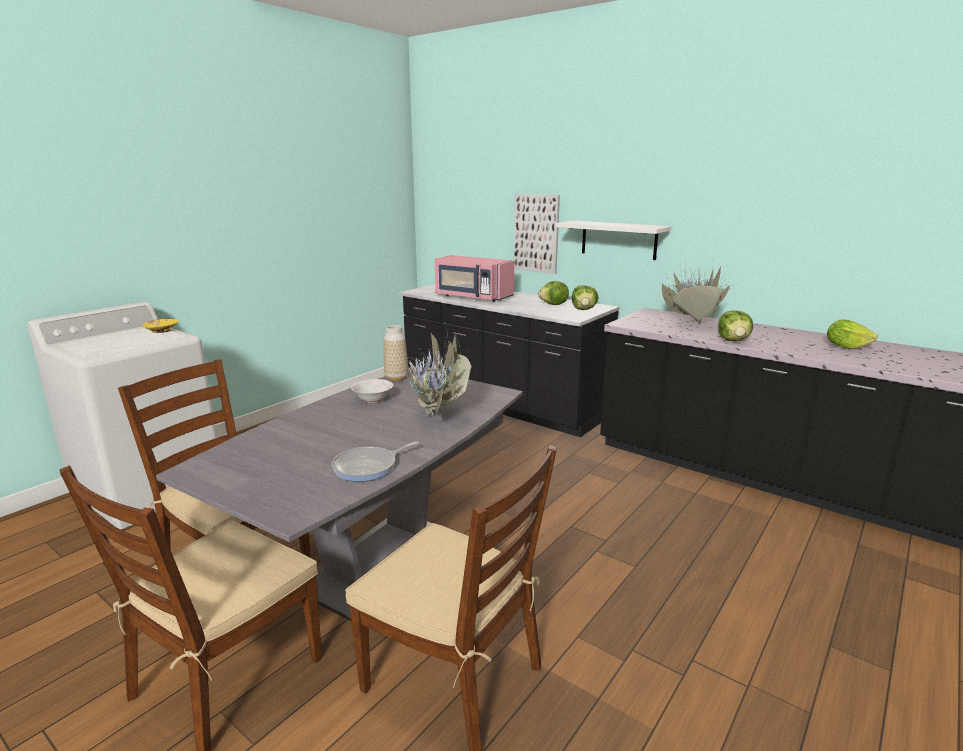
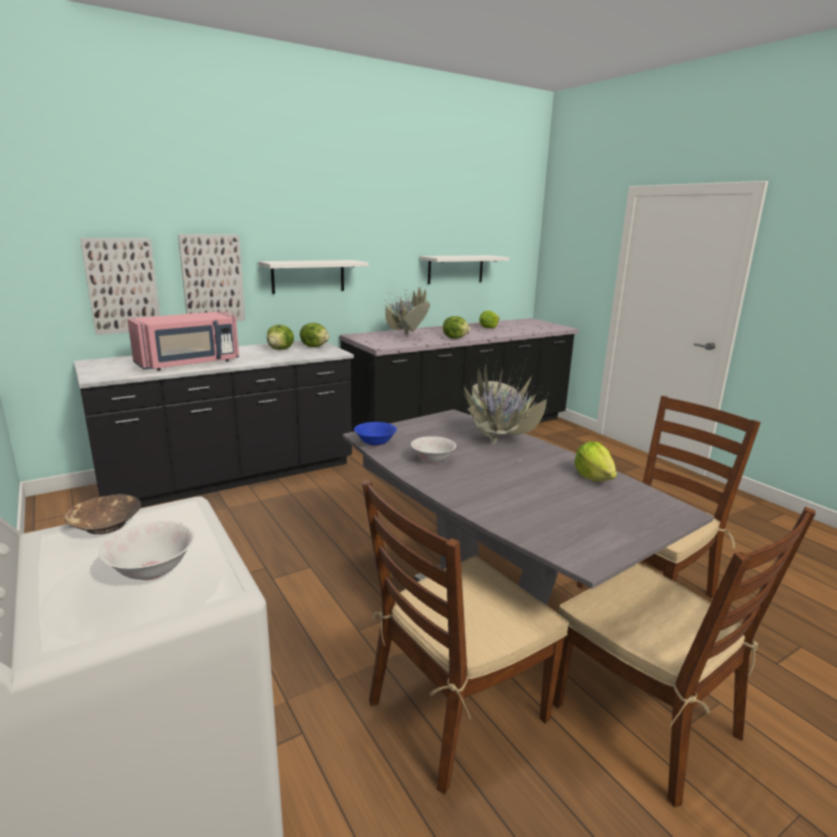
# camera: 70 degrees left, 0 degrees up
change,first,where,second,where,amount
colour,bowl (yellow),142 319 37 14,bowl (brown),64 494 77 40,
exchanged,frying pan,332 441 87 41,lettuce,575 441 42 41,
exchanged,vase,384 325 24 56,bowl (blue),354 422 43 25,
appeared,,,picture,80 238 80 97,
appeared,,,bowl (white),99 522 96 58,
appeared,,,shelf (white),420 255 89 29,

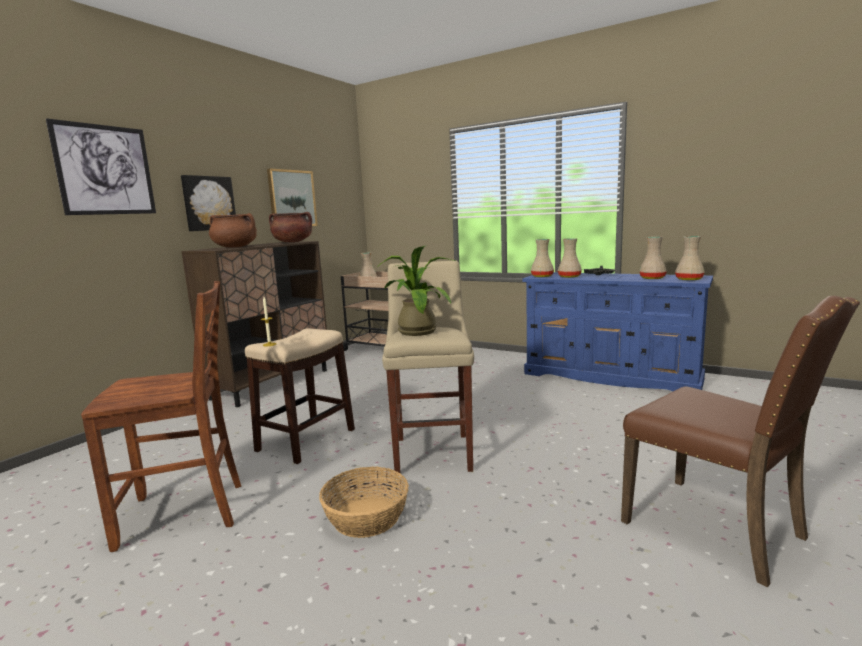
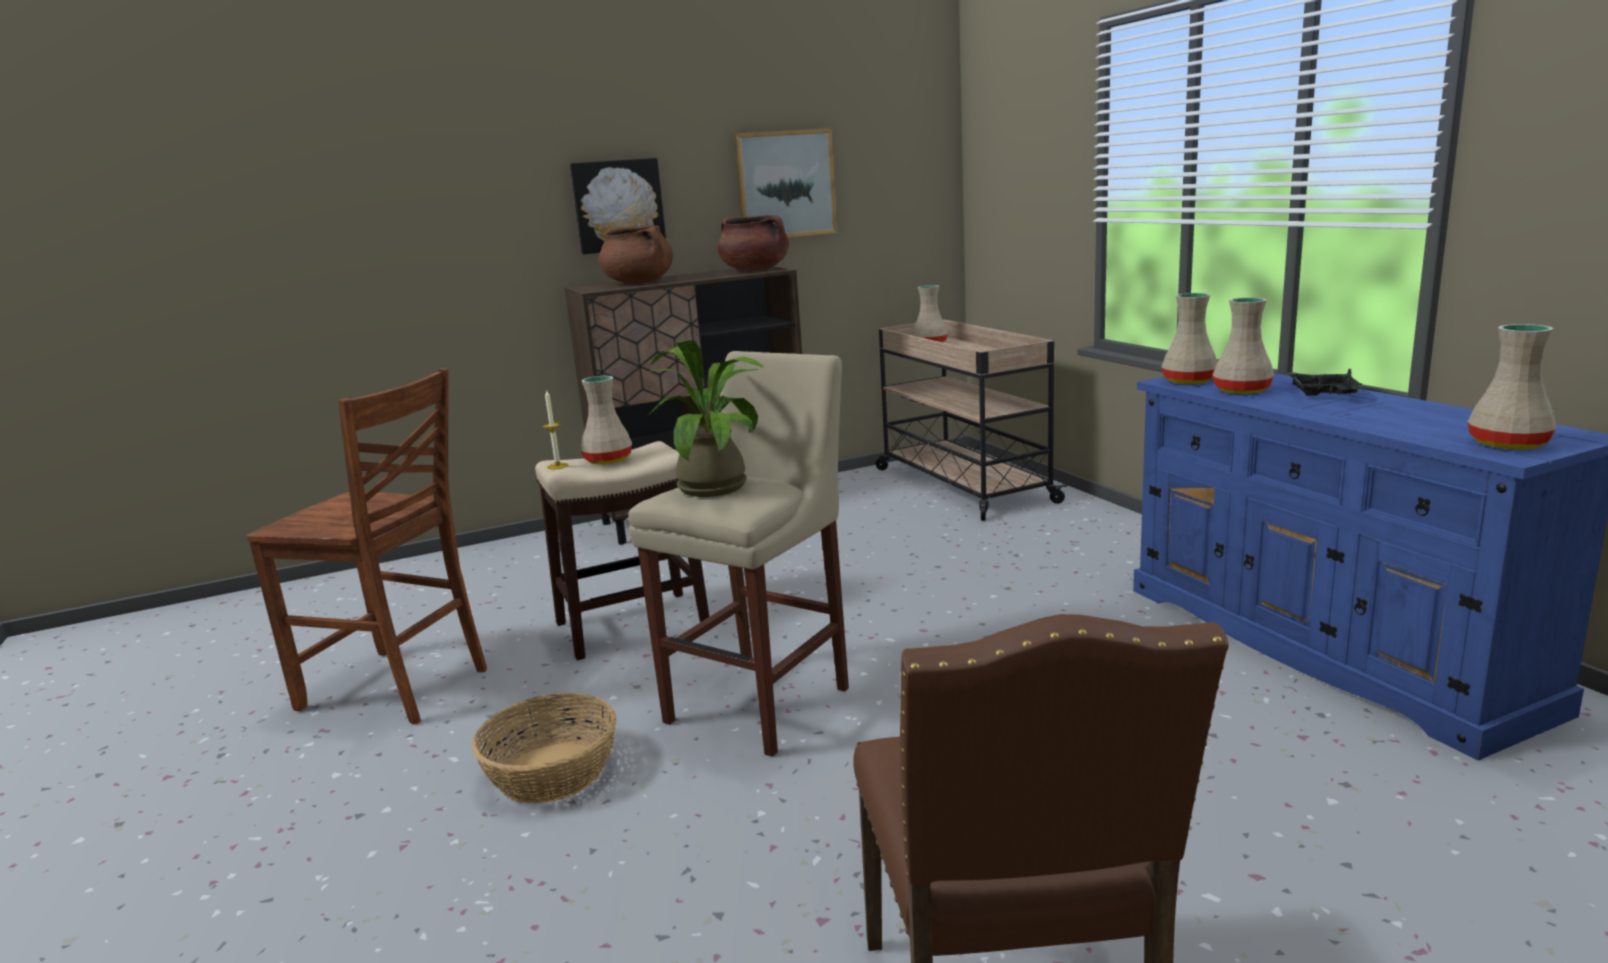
# camera: 35 degrees right, 5 degrees up
change,first,where,second,where,amount
missing,picture,46 119 110 96,,,
relocated,vase (beige),639 237 28 42,,581 376 51 88,

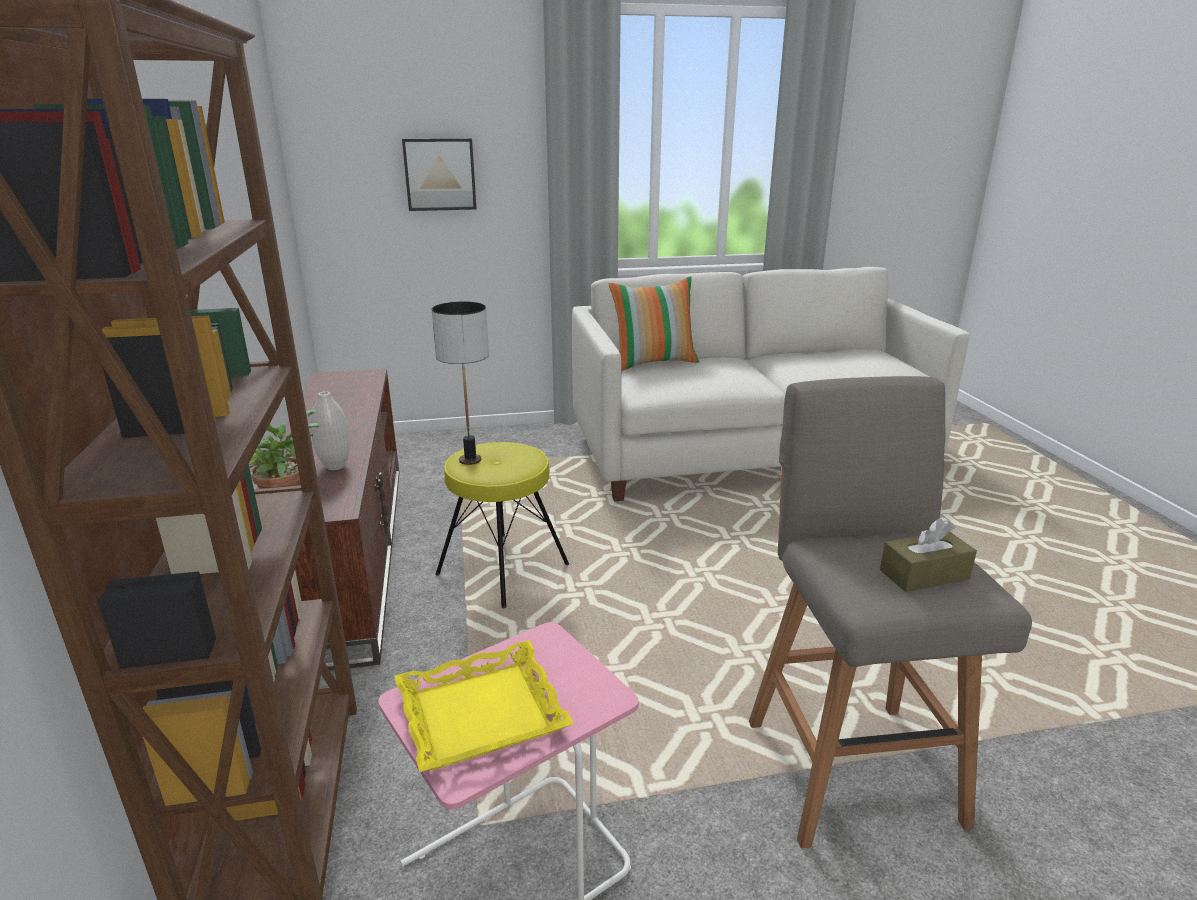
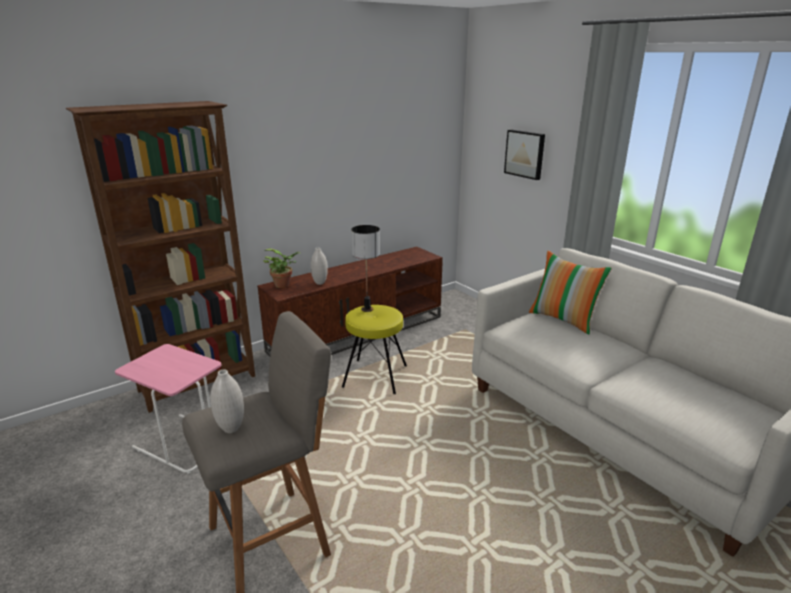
# camera: 65 degrees right, 0 degrees up
change,first,where,second,where,amount
missing,tray (yellow),394 640 180 132,,,
exchanged,tissue box (brown),880 519 97 73,vase (white),211 369 33 64,

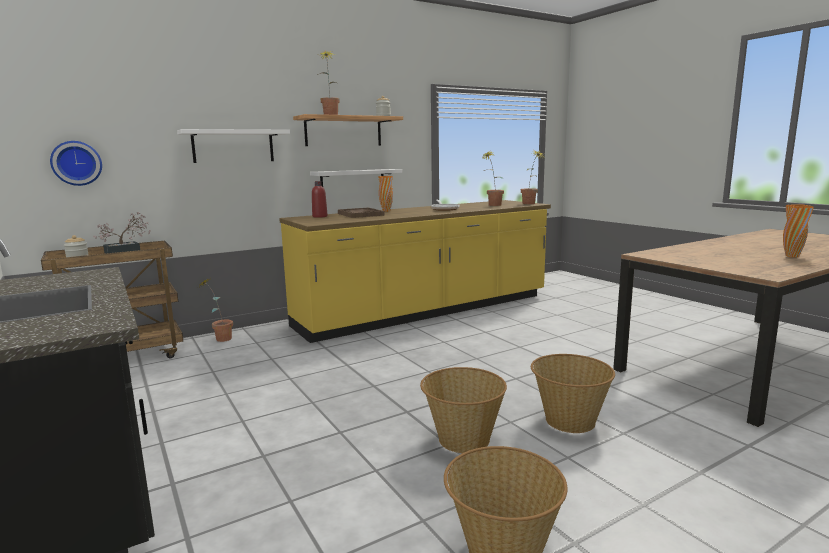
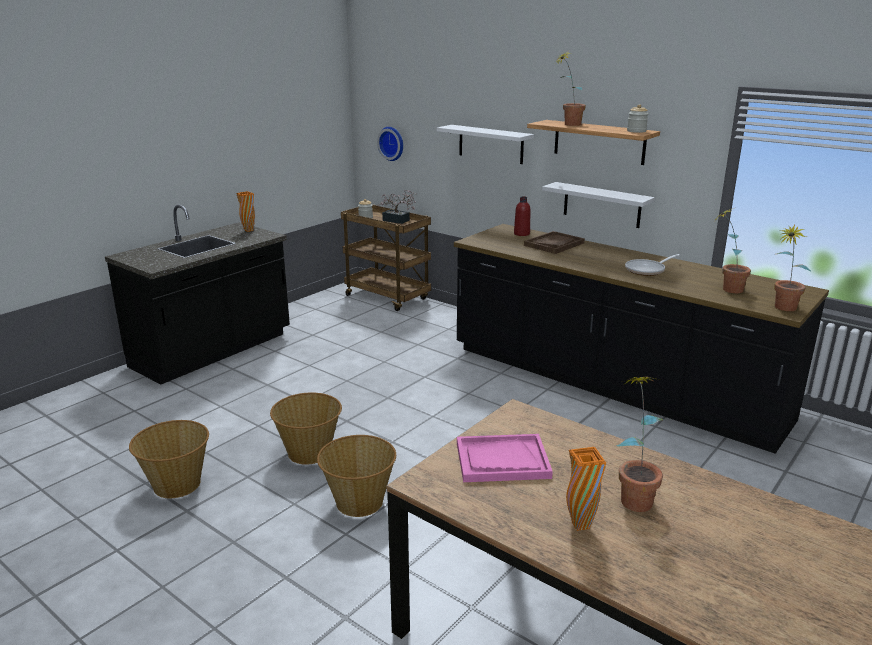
# camera: 70 degrees right, 10 degrees up
change,first,where,second,where,amount
relocated,potted plant,198 278 35 64,,616 377 48 135,
colour,counter (yellow),279 200 272 143,counter (black),454 224 375 230,
relocated,vase (orange),378 176 15 36,,237 191 18 41,
appeared,,,tray (pink),457 434 96 48,

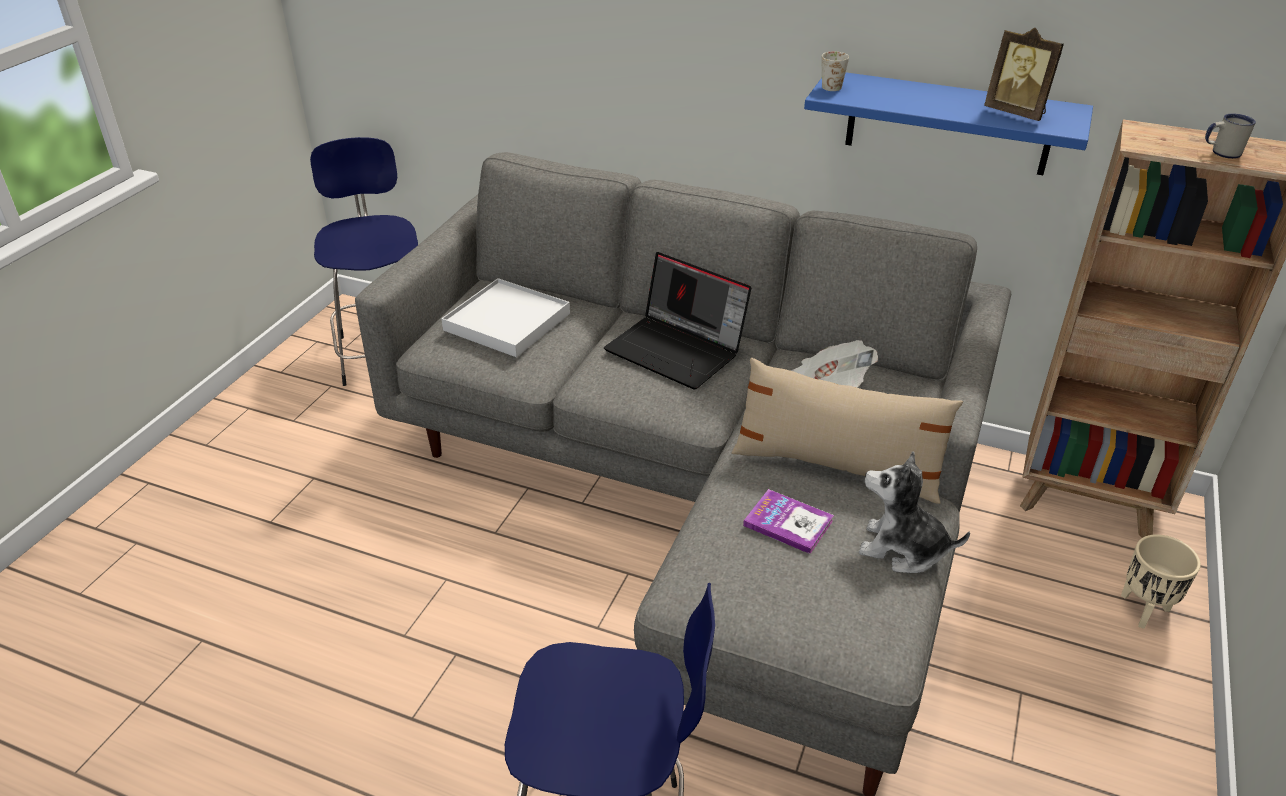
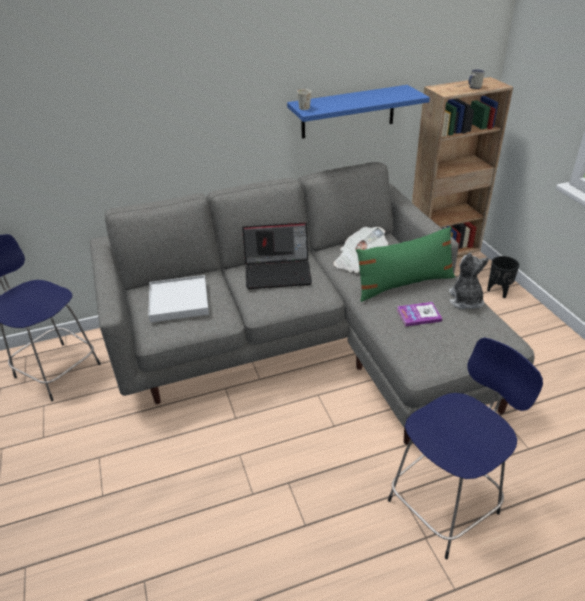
# camera: 40 degrees left, 0 degrees up
change,first,where,second,where,amount
colour,pillow (beige),732 358 231 146,pillow (green),356 226 99 76,
spun,plush toy,859 452 111 121,,449 252 40 57,105 degrees clockwise
missing,picture frame,984 28 80 93,,,
colour,planter (beige),1121 535 80 94,planter (black),487 256 32 42,

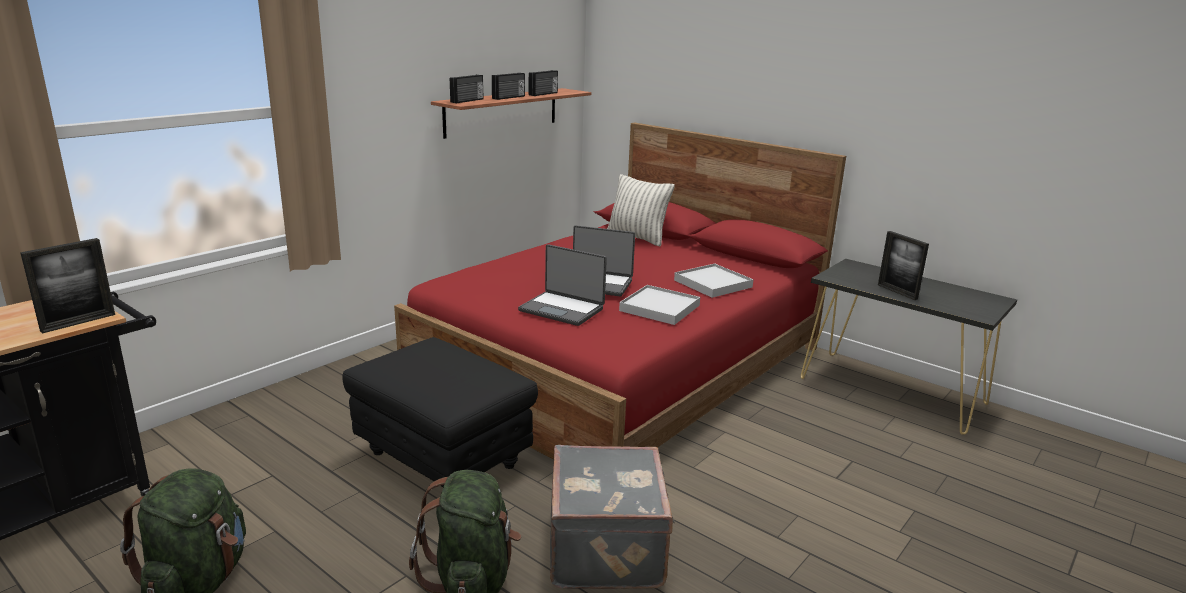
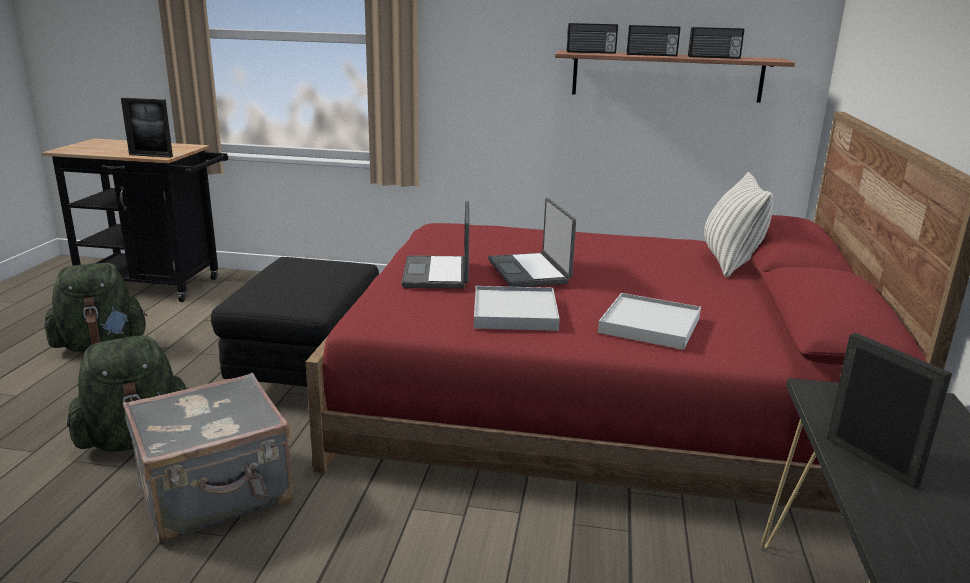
# camera: 60 degrees right, 0 degrees up
change,first,where,second,where,amount
spun,picture frame,878 231 51 69,,827 333 125 156,120 degrees clockwise

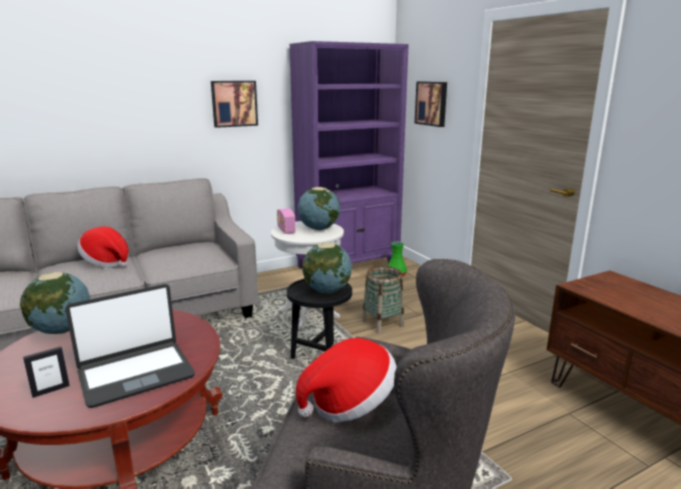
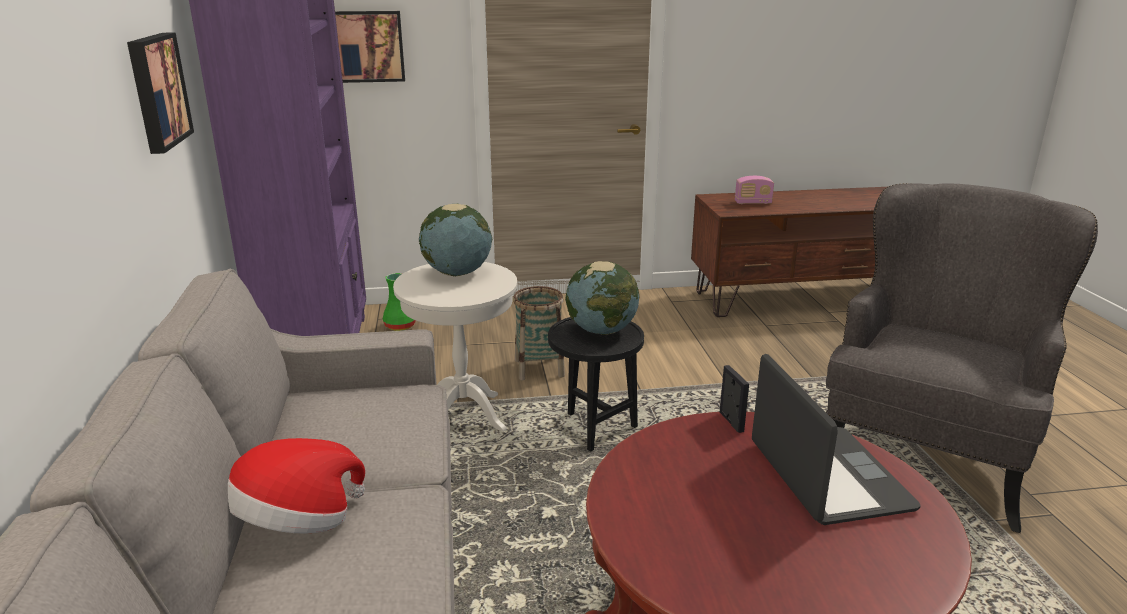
# camera: 70 degrees left, 5 degrees up
change,first,where,second,where,amount
missing,globe,20 272 70 62,,,
relocated,picture frame,23 347 47 51,,720 365 29 68,
relocated,radio,277 208 19 26,,735 176 39 28,
missing,hat,296 338 101 84,,,

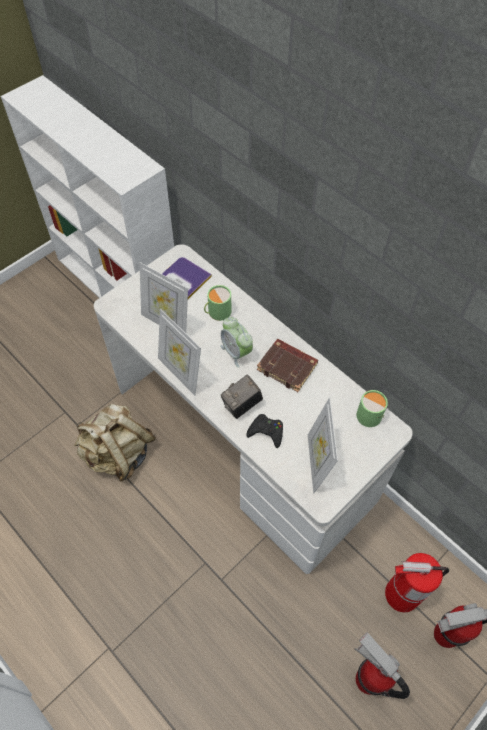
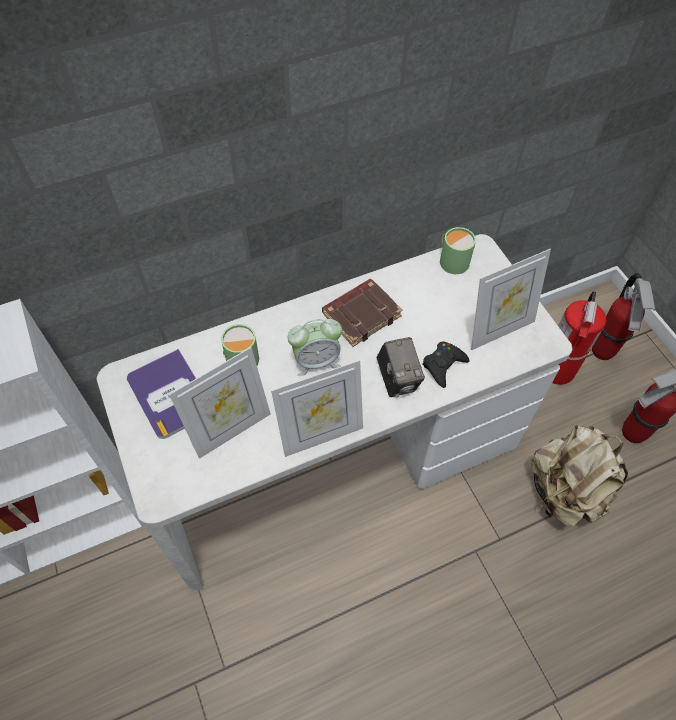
# camera: 70 degrees left, 0 degrees up
change,first,where,second,where,amount
relocated,backpack (beige),74 404 82 77,,532 425 96 101,
spun,picture frame,308 397 30 96,,471 249 80 101,45 degrees counterclockwise

